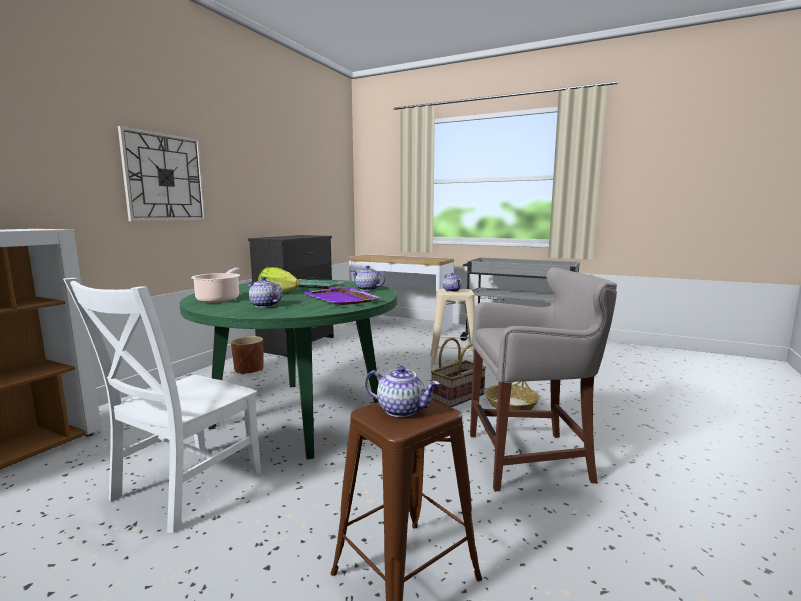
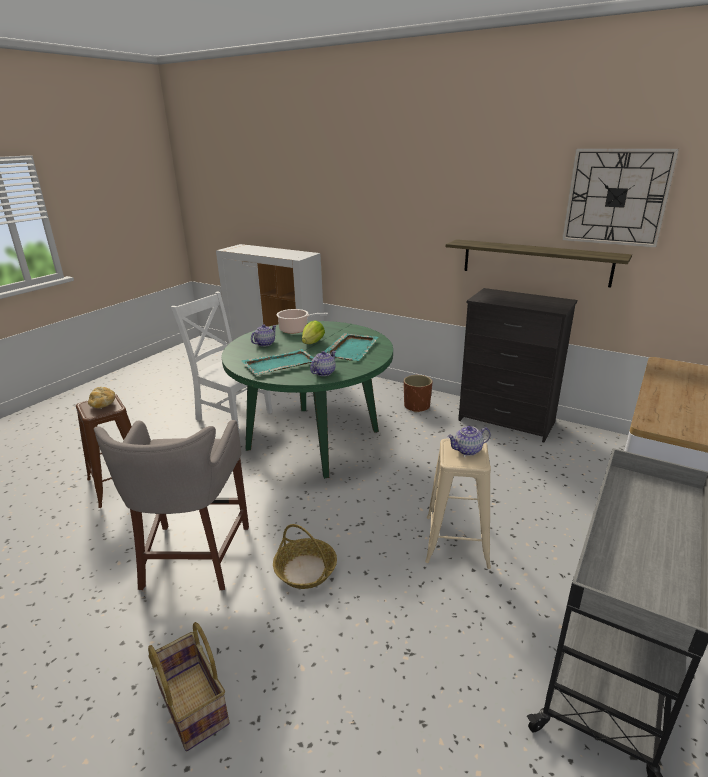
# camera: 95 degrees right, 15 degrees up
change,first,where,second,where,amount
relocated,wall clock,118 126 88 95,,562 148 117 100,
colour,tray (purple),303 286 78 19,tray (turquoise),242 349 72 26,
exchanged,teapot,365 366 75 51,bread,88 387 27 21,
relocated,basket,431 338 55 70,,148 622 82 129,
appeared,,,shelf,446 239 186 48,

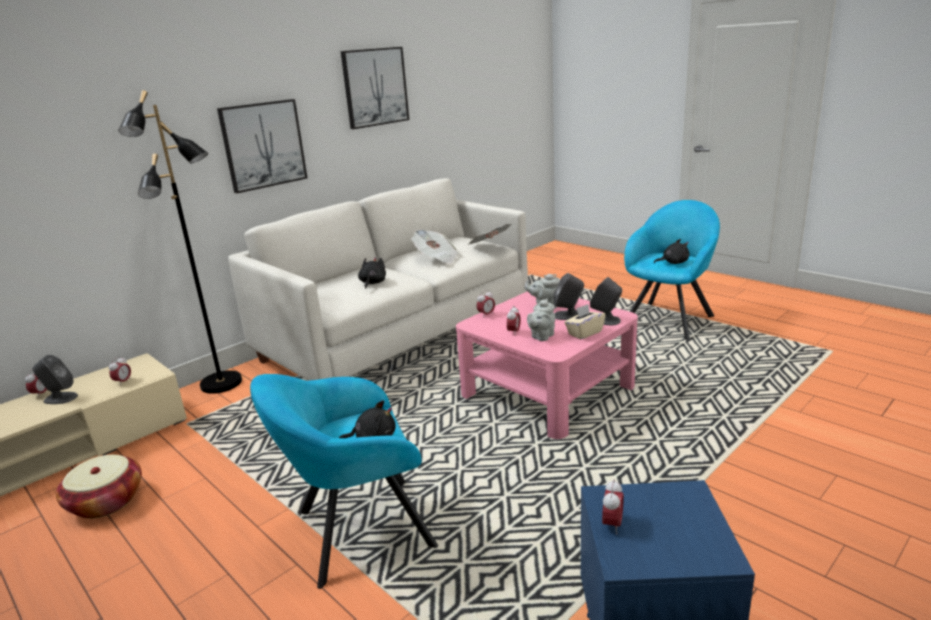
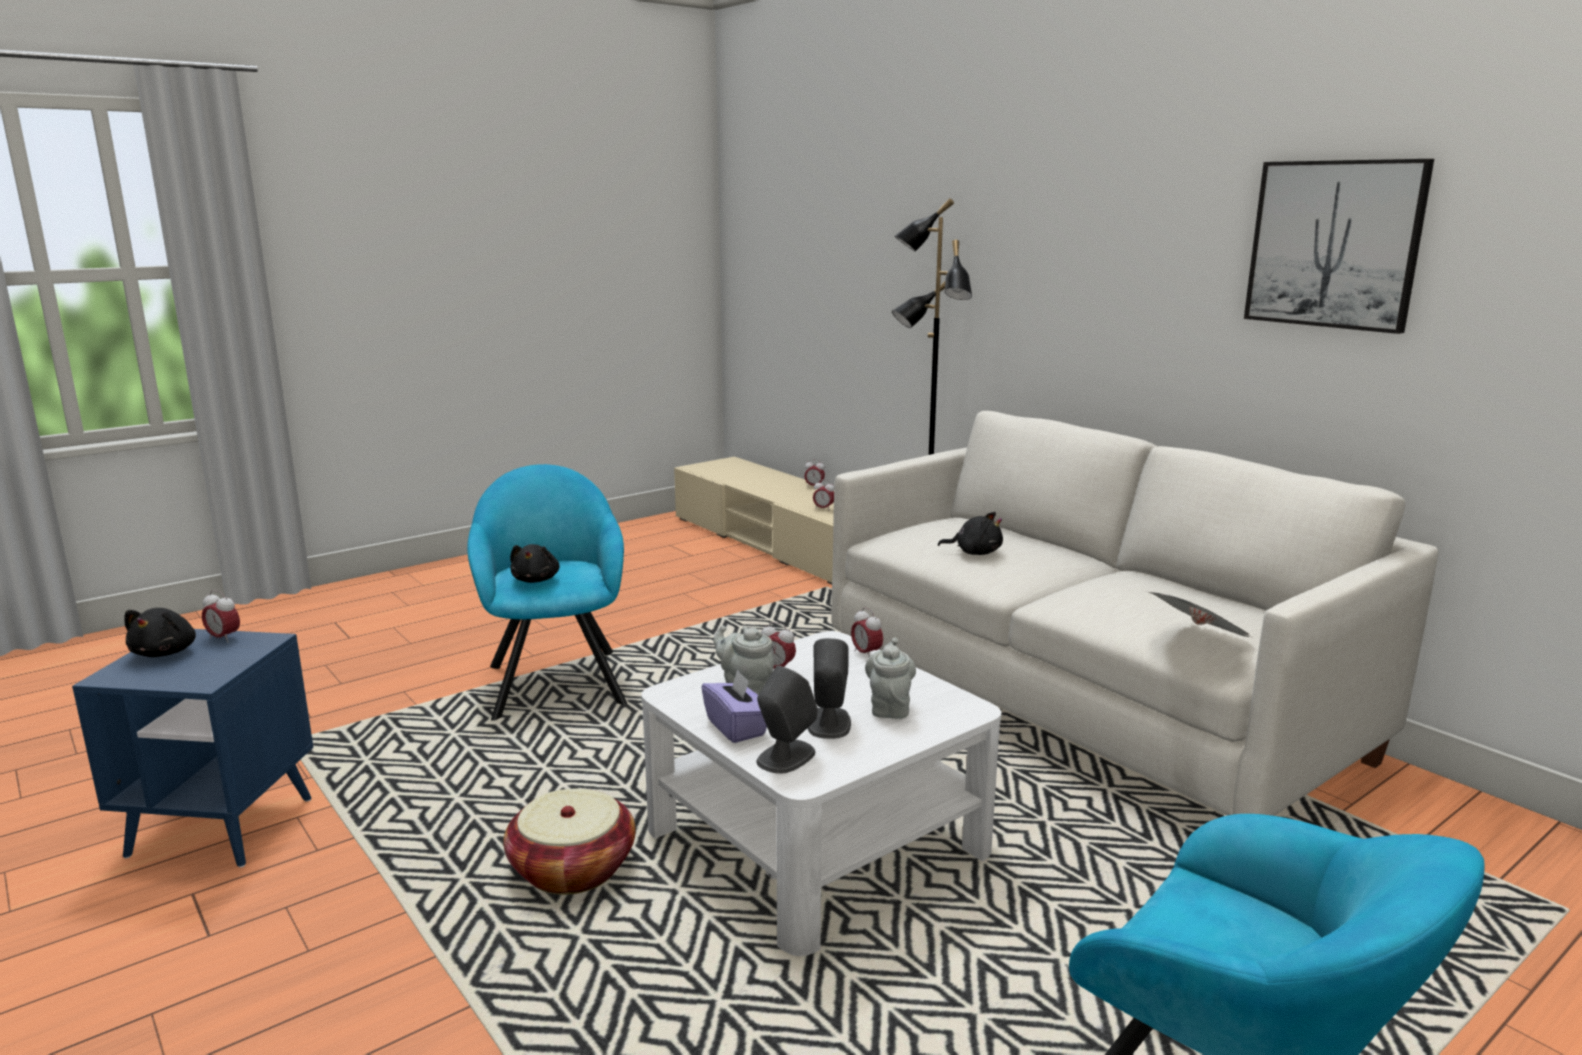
# camera: 95 degrees right, 5 degrees down
change,first,where,second,where,amount
missing,speaker (grey),32 355 46 49,,,
relocated,basket,56 455 86 64,,503 789 133 106,
missing,picture,217 99 90 94,,,
missing,newspaper,411 229 48 35,,,
colour,coffee table (pink),456 292 182 147,coffee table (white),641 631 361 325,
colour,tissue box (beige),564 304 42 36,tissue box (purple),701 669 66 74,
relocated,plush toy (black),654 239 35 25,,124 608 72 49,

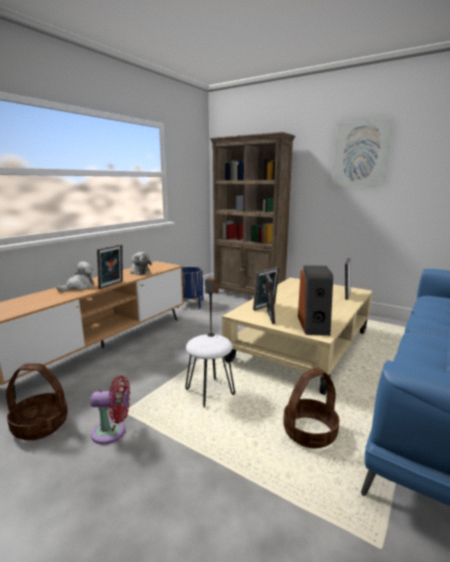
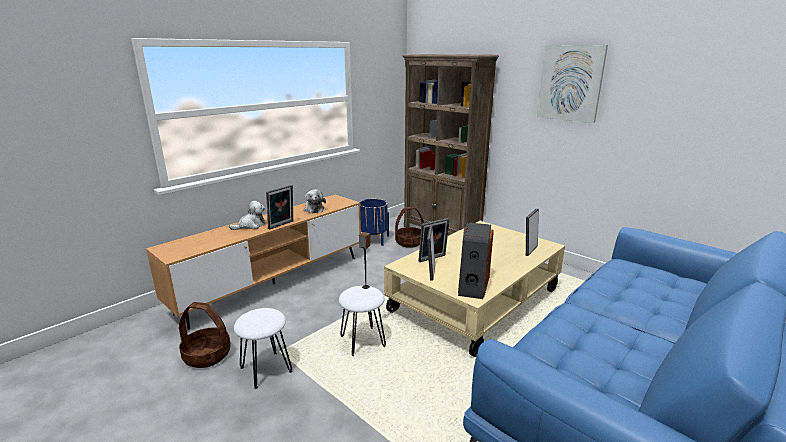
# camera: 10 degrees right, 5 degrees up
change,first,where,second,where,amount
exchanged,fan (red),90 376 40 68,stool (white),234 308 58 81,
relocated,basket,283 368 56 80,,395 207 29 41,

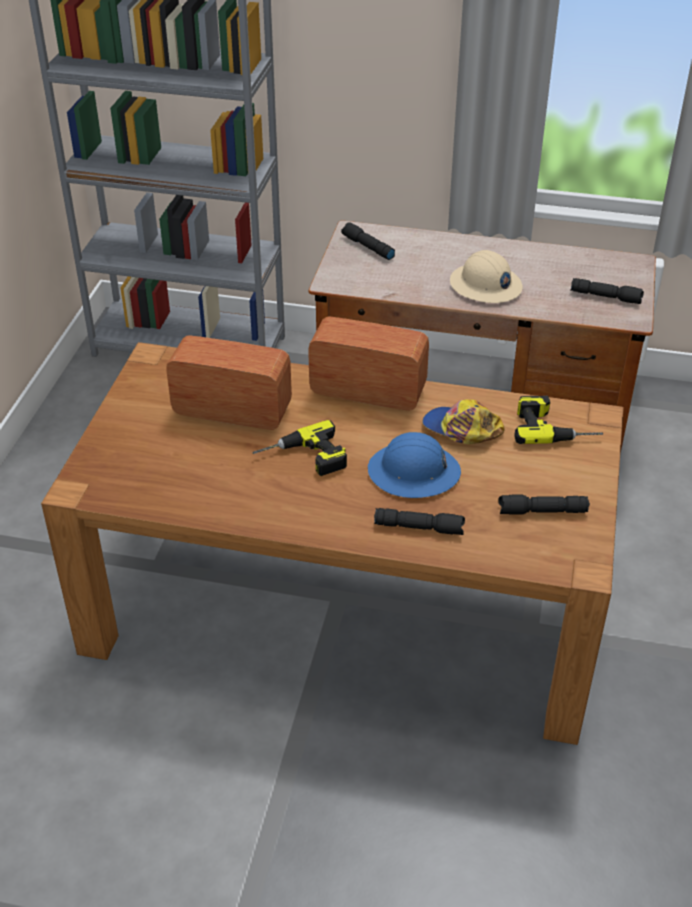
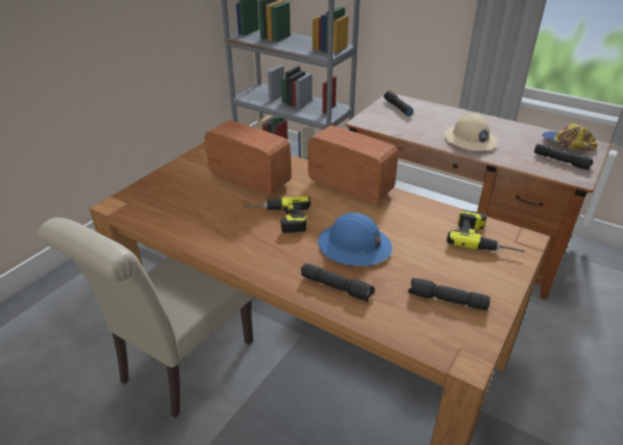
# camera: 20 degrees right, 5 degrees down
change,first,where,second,where,amount
relocated,cap,422 399 82 45,,542 123 55 27,
appeared,,,chair (beige),37 217 216 201,

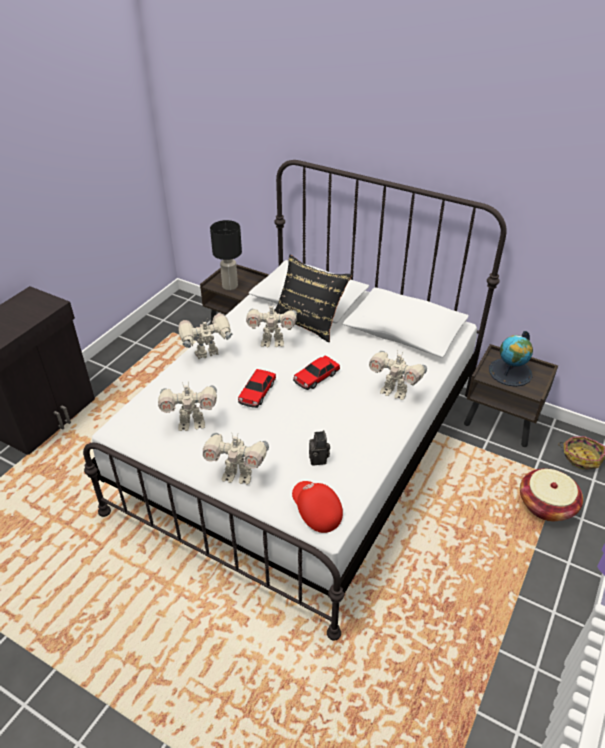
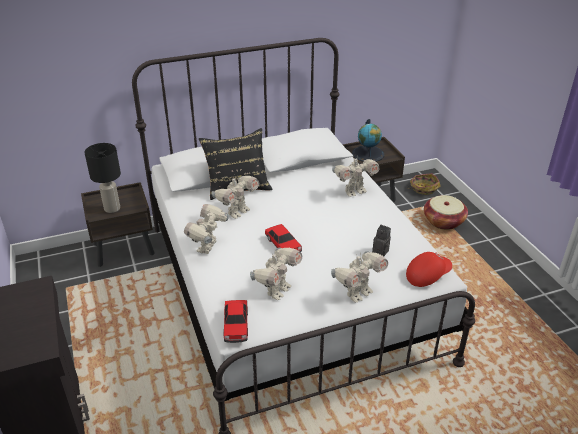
# camera: 50 degrees left, 5 degrees down
change,first,where,second,where,amount
spun,cap (red),292 481 51 52,,406 252 46 35,150 degrees clockwise
relocated,toy car,293 356 47 34,,223 300 25 43,

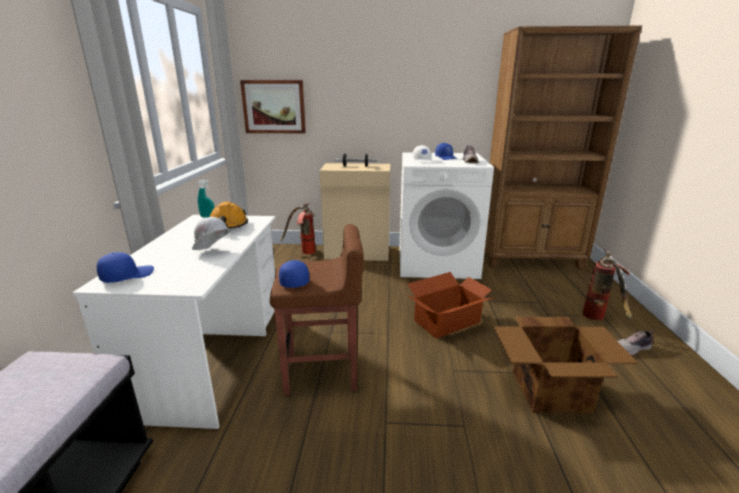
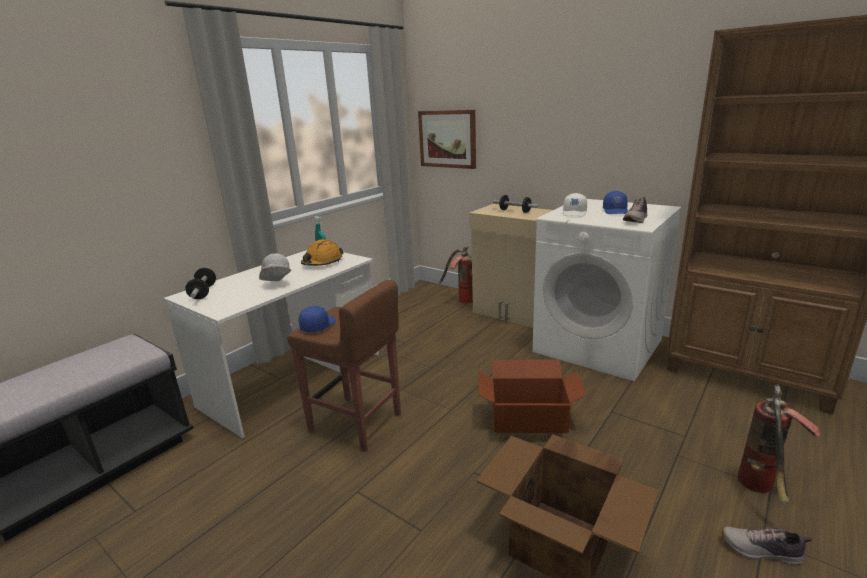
# camera: 35 degrees right, 0 degrees up
change,first,where,second,where,amount
exchanged,cap (blue),97 252 57 31,dumbbell,185 268 31 31,

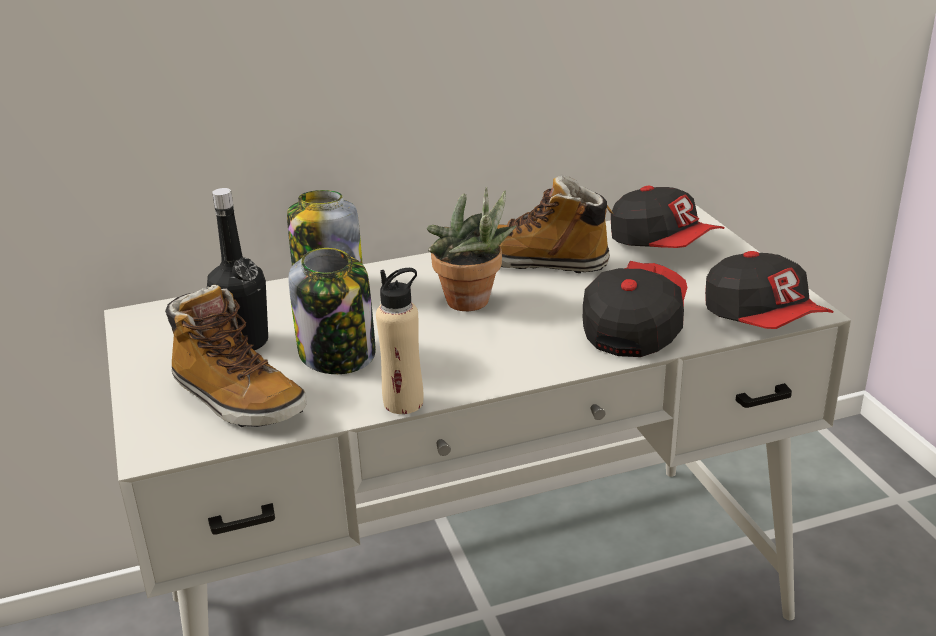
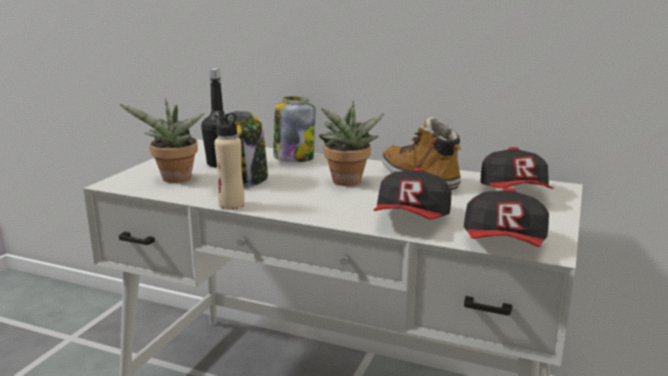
# camera: 40 degrees right, 10 degrees down
change,first,where,second,where,amount
exchanged,boot,165 285 142 142,potted plant,119 98 85 85,
spun,cap,583 261 104 96,,373 168 79 52,135 degrees clockwise

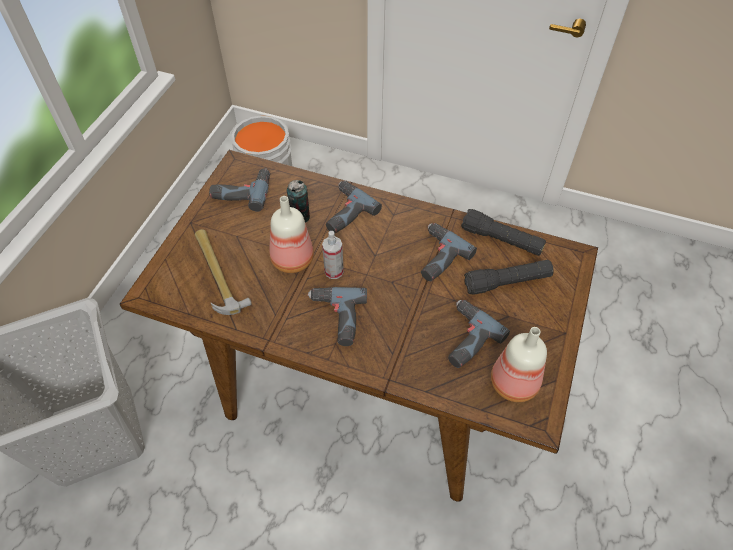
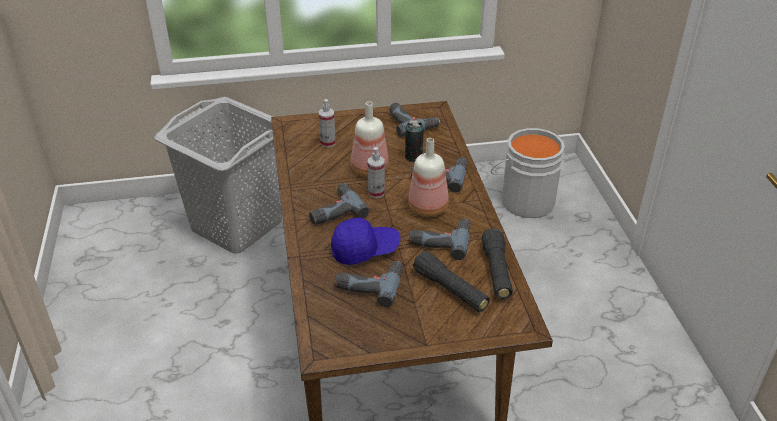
# camera: 60 degrees right, 15 degrees down
change,first,where,second,where,amount
exchanged,hammer,195 229 57 86,spray bottle,319 99 17 49,
relocated,bottle,491 327 56 75,,408 138 41 79,
appeared,,,cap (blue),331 217 70 48,

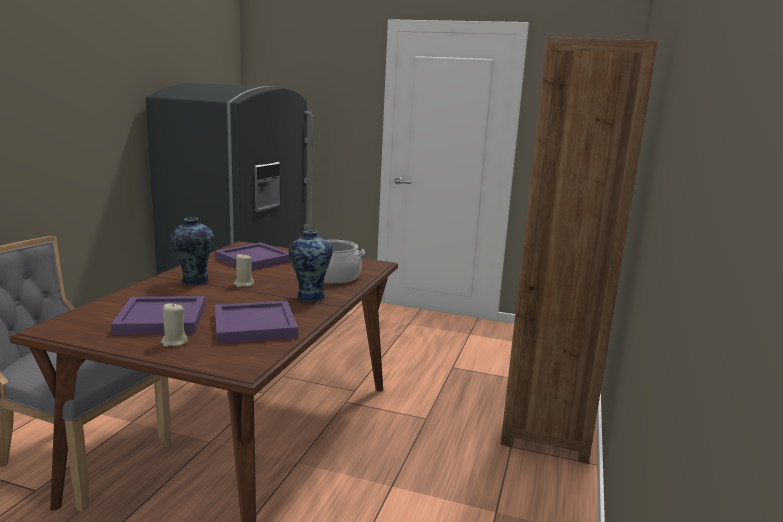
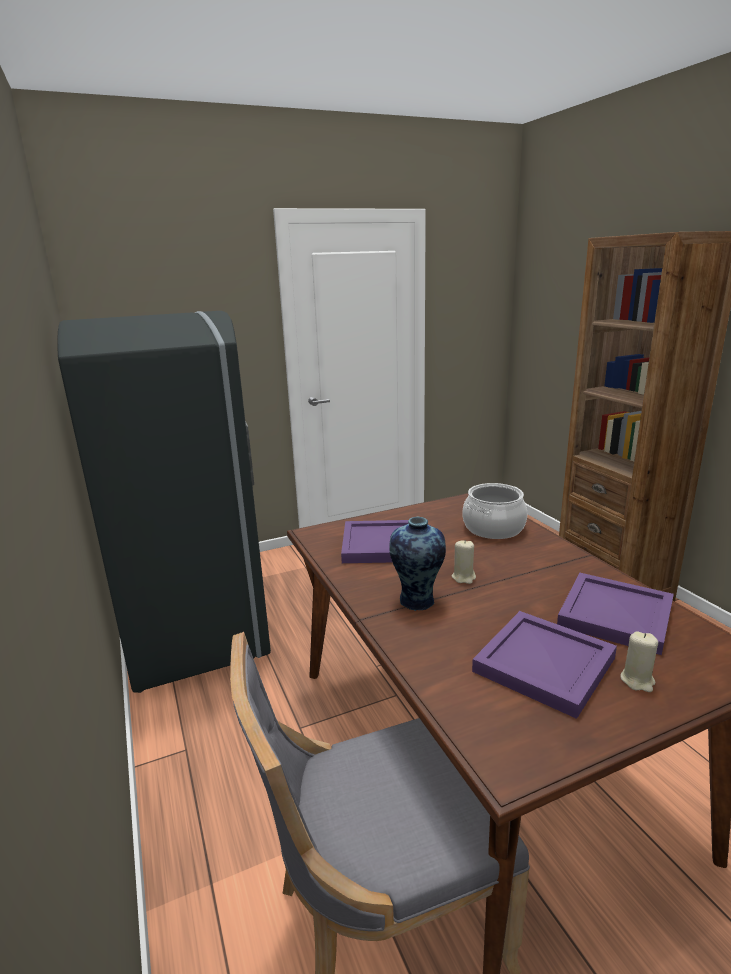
# camera: 40 degrees left, 5 degrees up
change,first,where,second,where,amount
missing,vase,289 230 43 72,,,

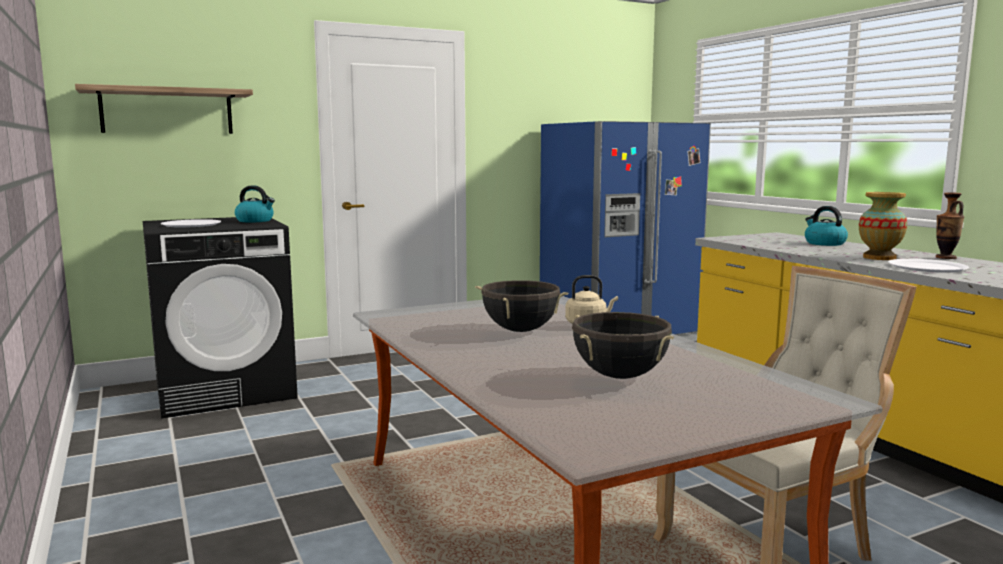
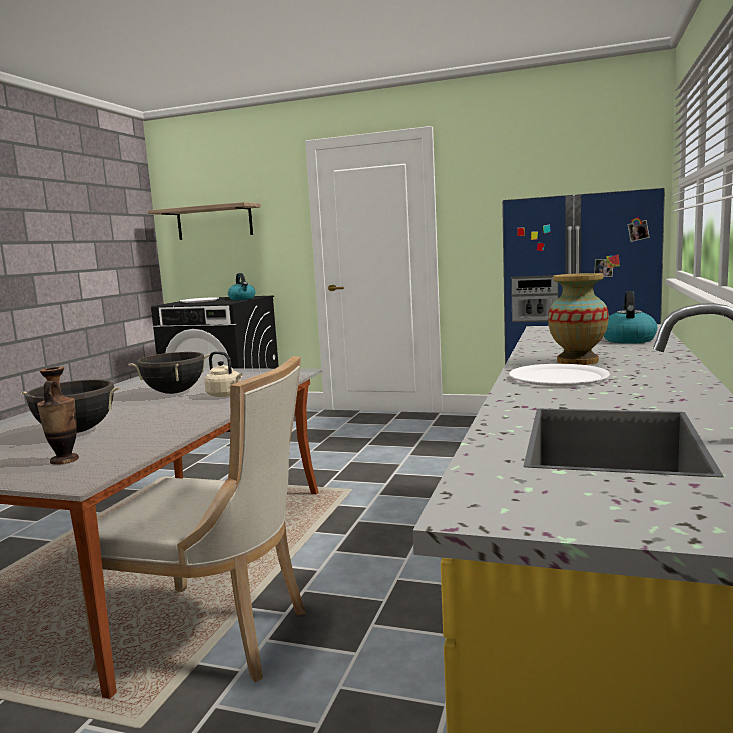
# camera: 45 degrees right, 0 degrees up
change,first,where,second,where,amount
relocated,vase,936 192 28 67,,37 367 42 98,

